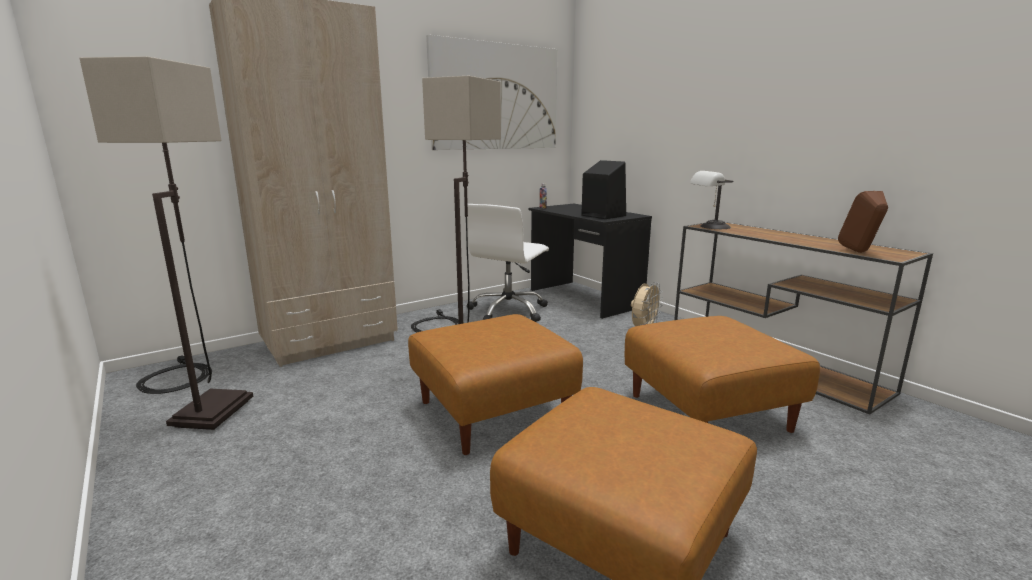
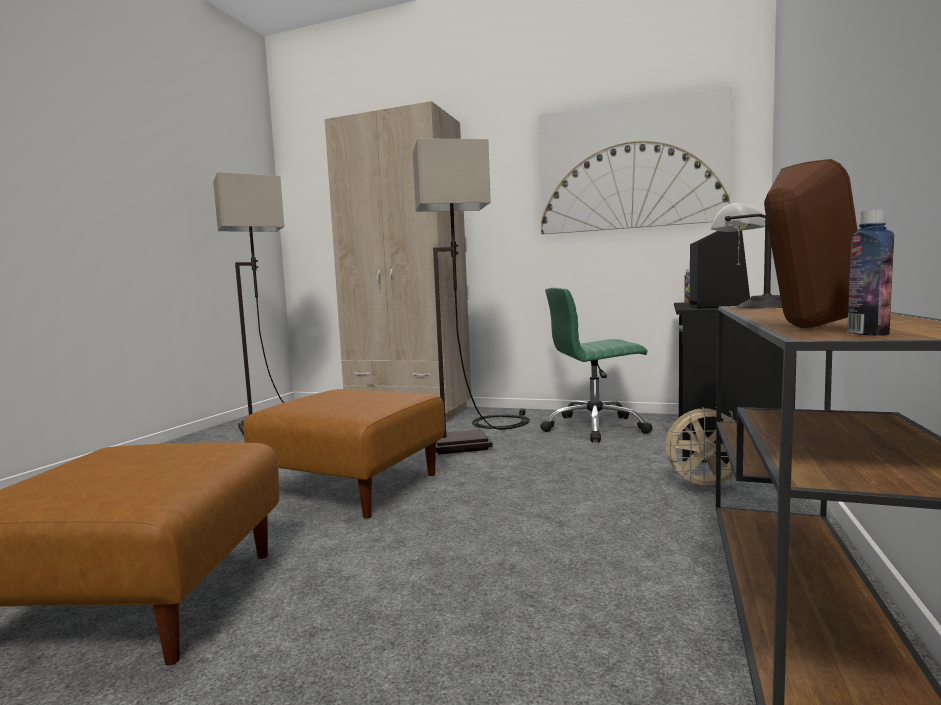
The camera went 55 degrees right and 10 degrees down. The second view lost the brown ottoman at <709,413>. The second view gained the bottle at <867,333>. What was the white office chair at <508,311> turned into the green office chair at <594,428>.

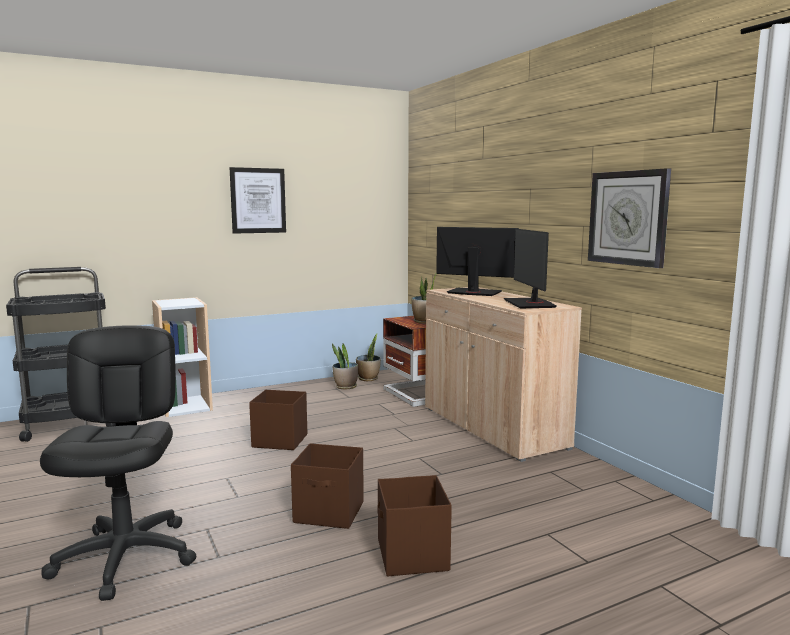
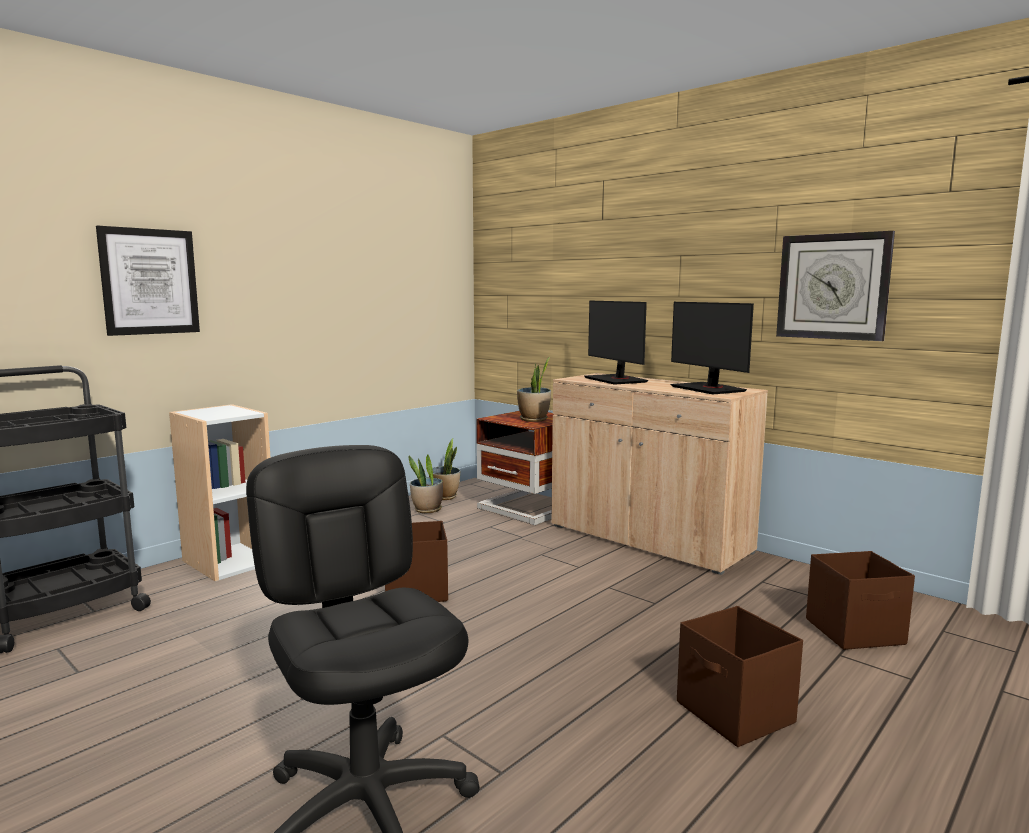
The camera went 20 degrees left and 0 degrees up. The picture ended up elsewhere, having gone from <258,200> to <149,281>. The brown storage box ended up elsewhere, having gone from <330,513> to <856,632>. The monitor at <474,292> ended up facing another way, 120 degrees counterclockwise from before.

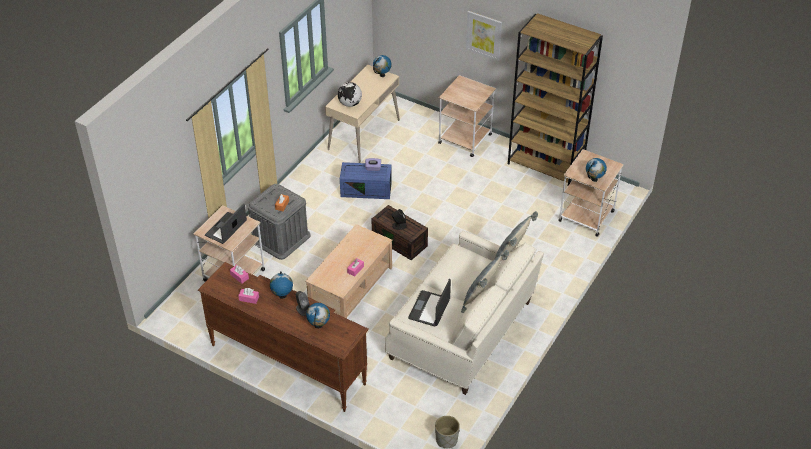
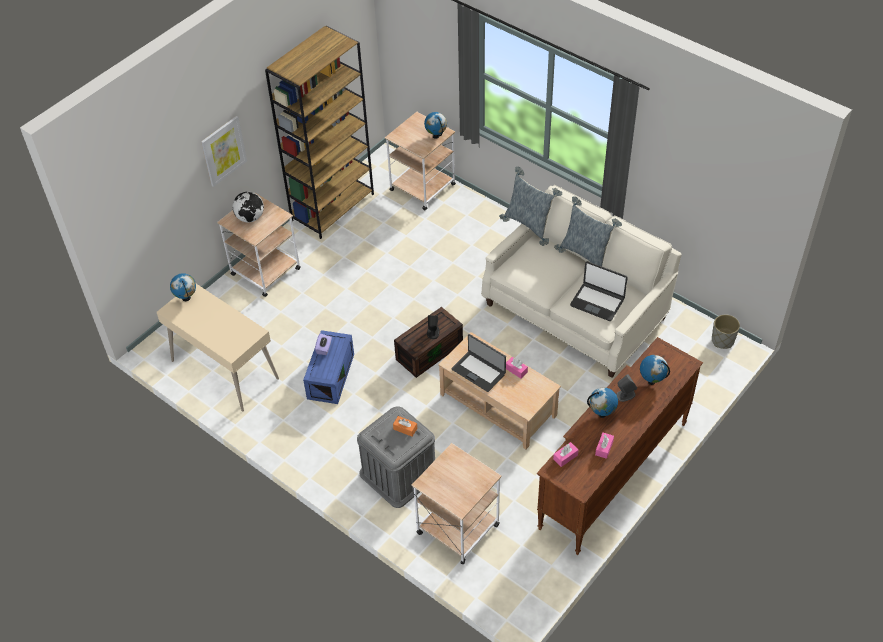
The camera went 80 degrees left and 5 degrees up. The laptop ended up elsewhere, having gone from <226,228> to <478,371>. The globe ended up elsewhere, having gone from <350,104> to <250,218>.

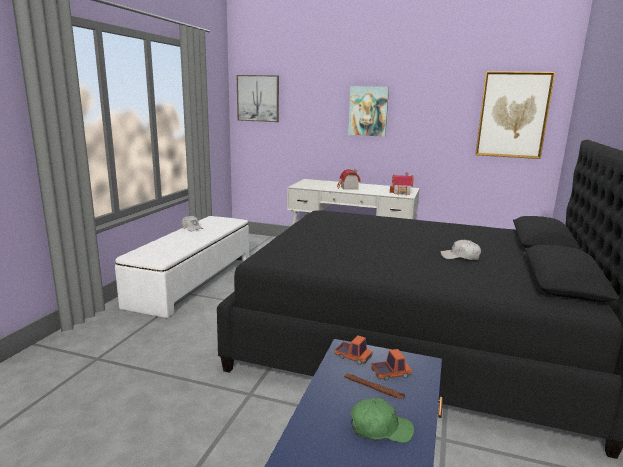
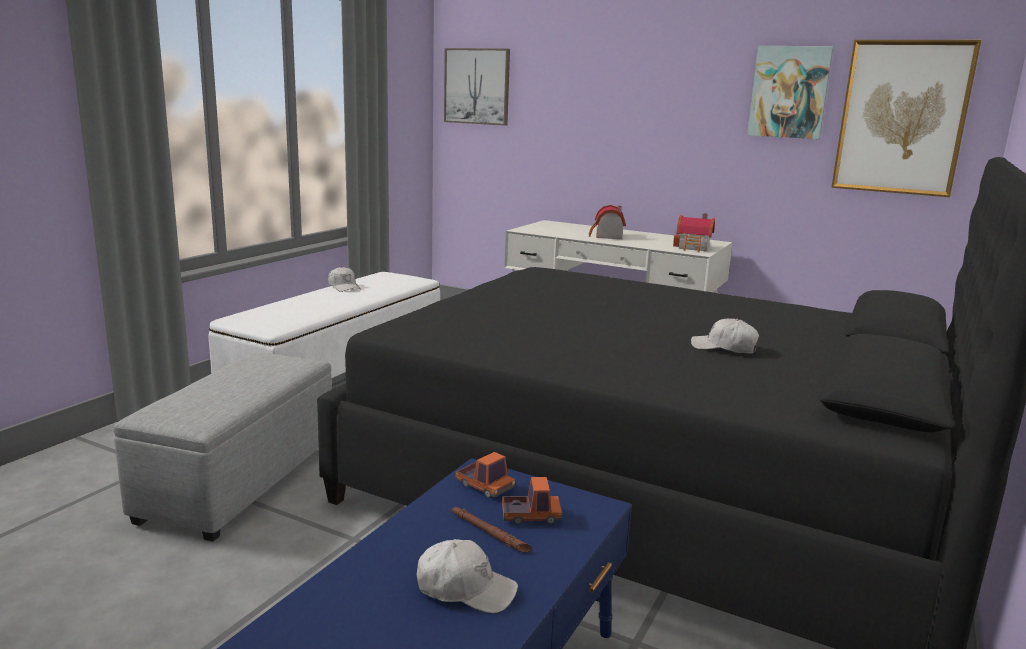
The camera went 10 degrees right and 0 degrees up. The second view gained the grey ottoman at <241,480>. The picture ended up elsewhere, having gone from <368,111> to <789,92>. What was the green cap at <380,428> turned into the white cap at <465,589>.

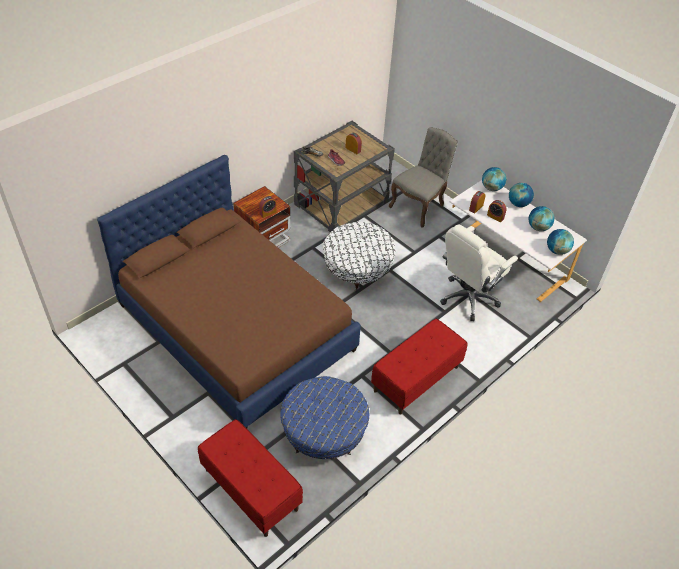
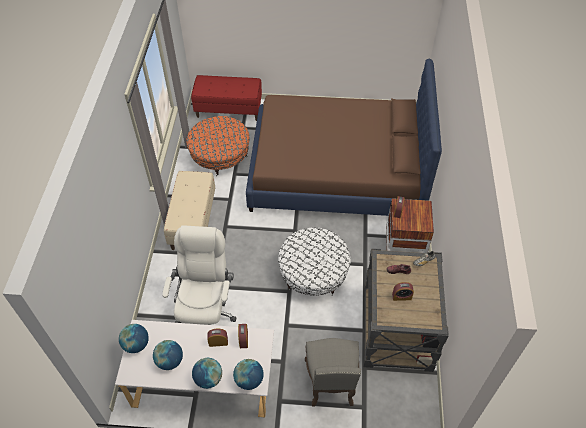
The camera went 140 degrees right and 5 degrees up. What was the blue ottoman at <324,431> turned into the orange ottoman at <220,156>. What was the red bench at <416,379> turned into the beige bench at <193,221>.

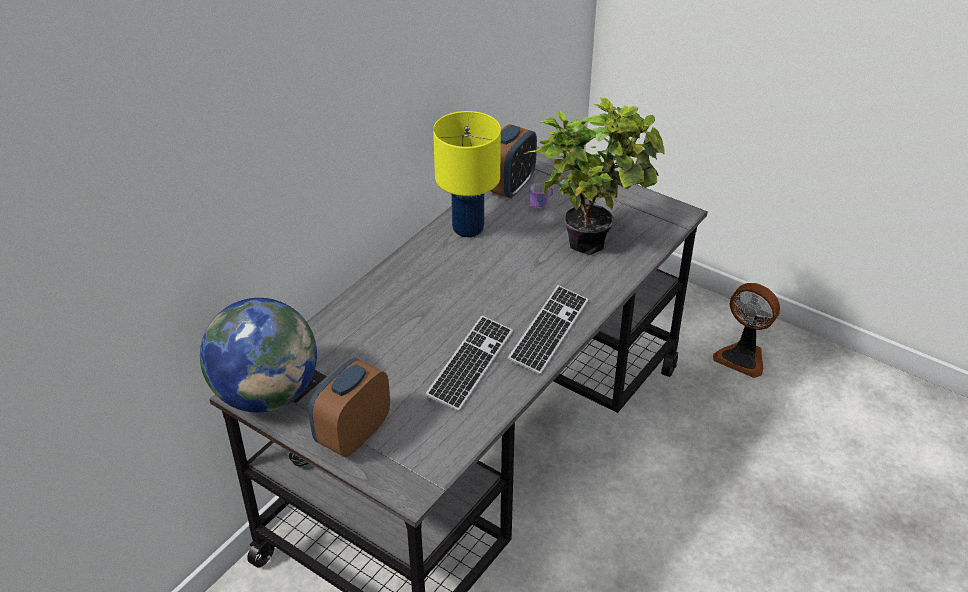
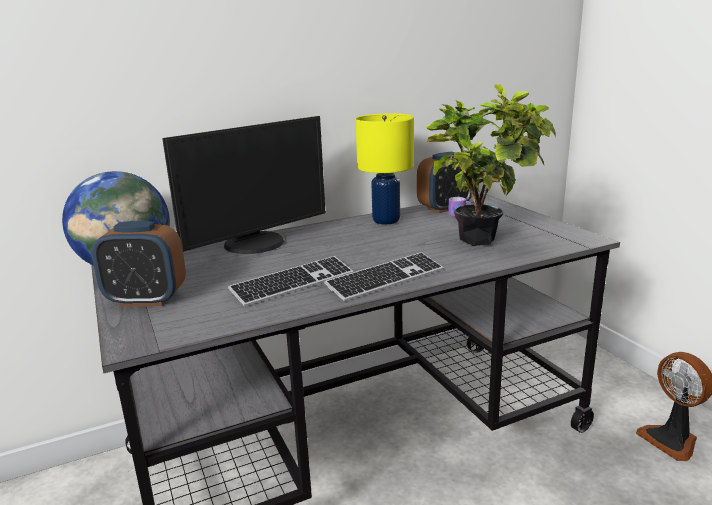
The camera went 30 degrees right and 20 degrees down. The second view gained the monitor at <256,244>. The alarm clock at <353,434> ended up facing another way, 150 degrees counterclockwise from before.

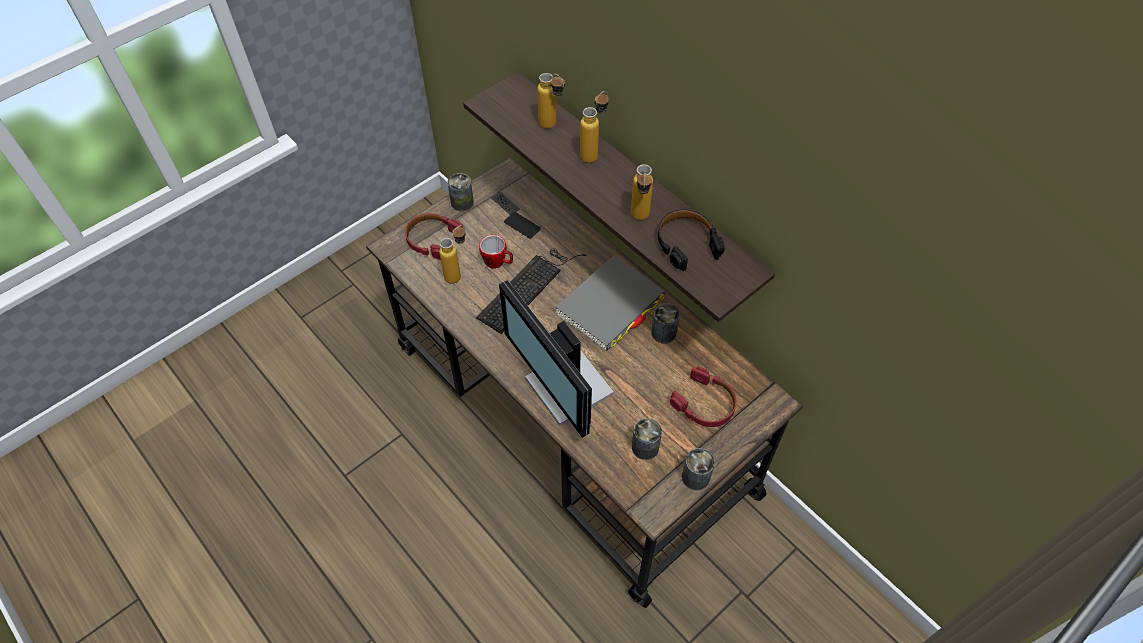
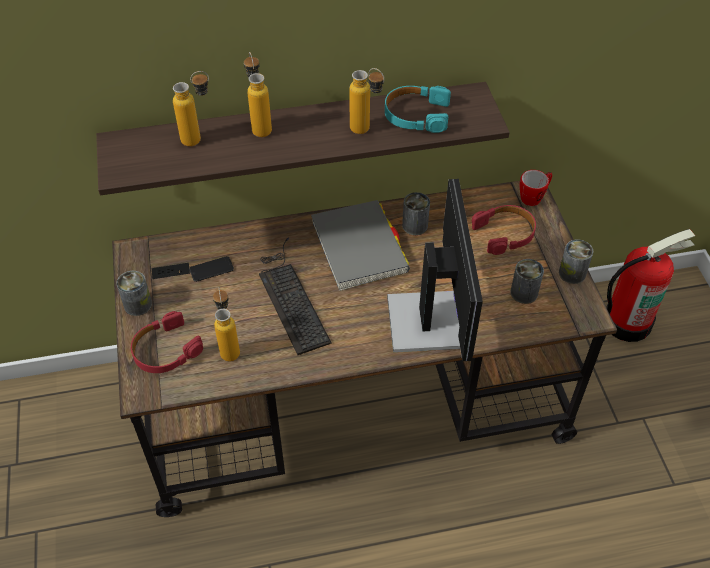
The camera went 60 degrees left and 5 degrees down. The second view gained the fire extinguisher at <627,321>. The mug ended up elsewhere, having gone from <498,263> to <534,197>. What was the black headphones at <686,243> turned into the turquoise headphones at <416,115>. The monitor at <566,389> ended up facing another way, 90 degrees counterclockwise from before.

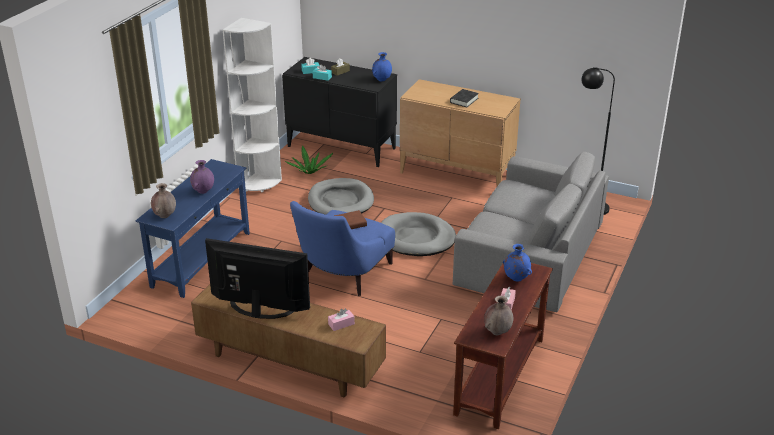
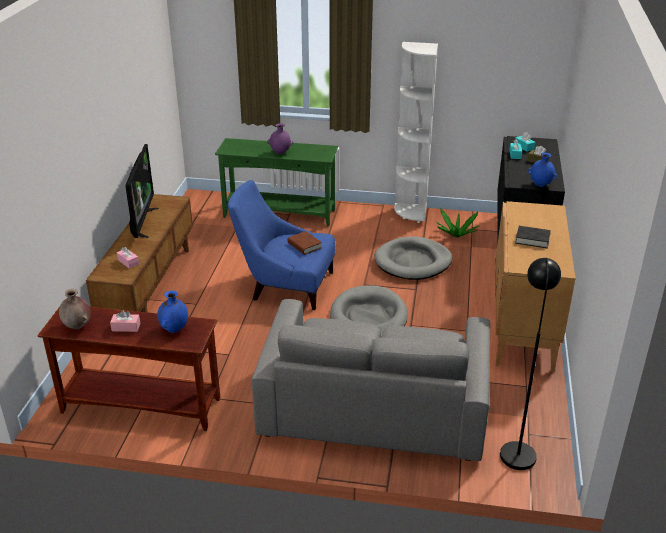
The camera went 75 degrees right and 0 degrees up. The second view lost the brown vase at <165,215>. What was the blue console table at <201,259> turned into the green console table at <280,213>.

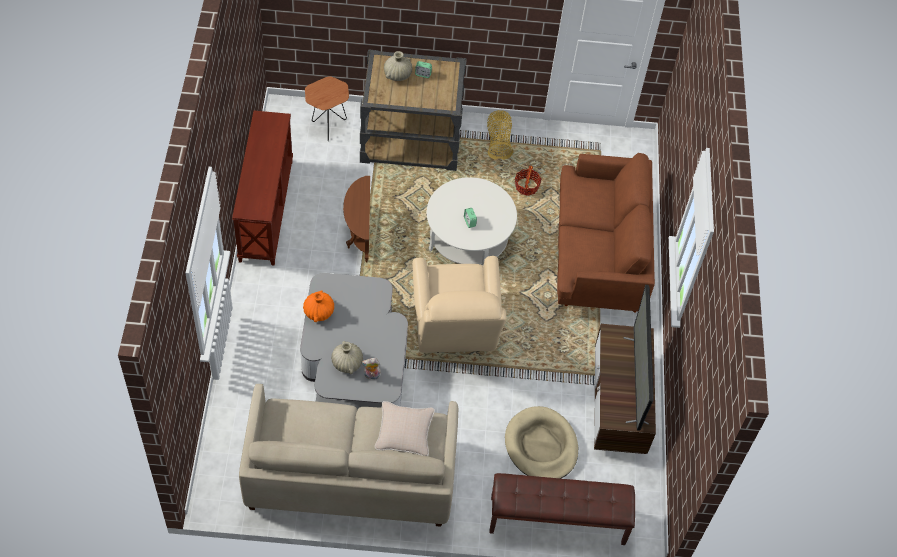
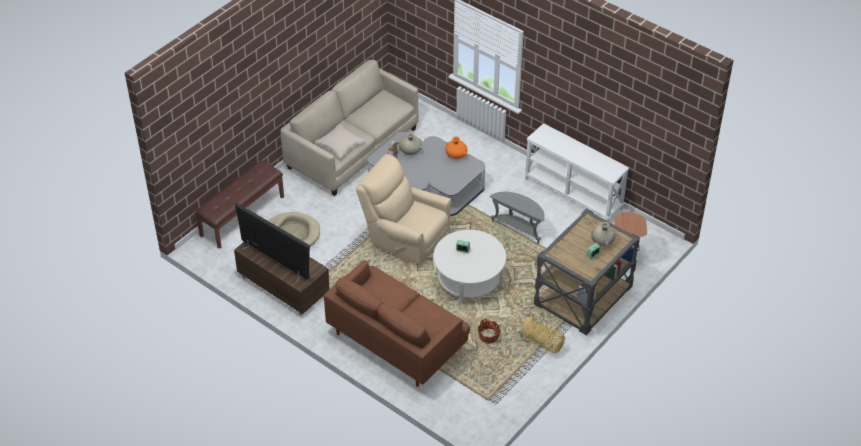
The camera went 130 degrees right and 10 degrees down. What was the brown console table at <265,210> turned into the white console table at <574,193>. What was the brown side table at <358,233> turned into the grey side table at <518,228>.

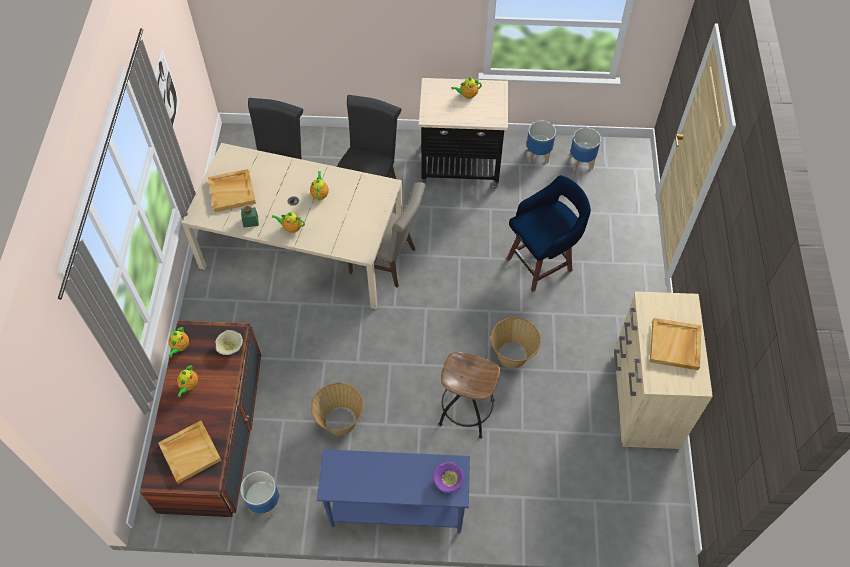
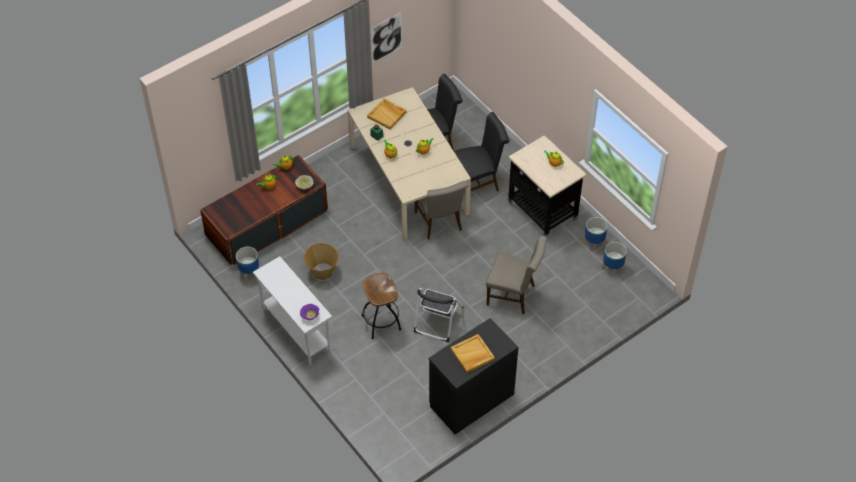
The camera went 50 degrees right and 5 degrees down. The second view lost the beige tray at <190,452>. Where the basket stood at <512,355>, the step ladder came to stand at <437,320>. Where the blue stool stood at <542,263>, the beige chair came to stand at <514,295>. What was the blue console table at <396,512> turned into the white console table at <295,330>. What was the beige dresser at <644,399> turned into the black dresser at <470,399>.

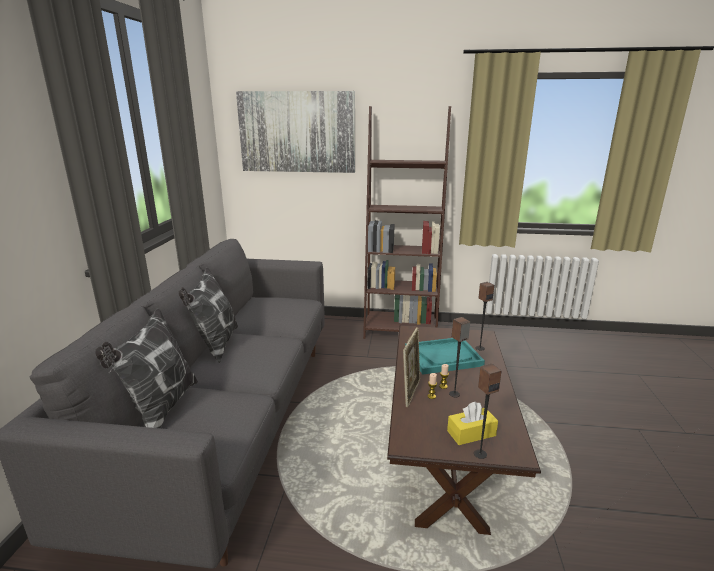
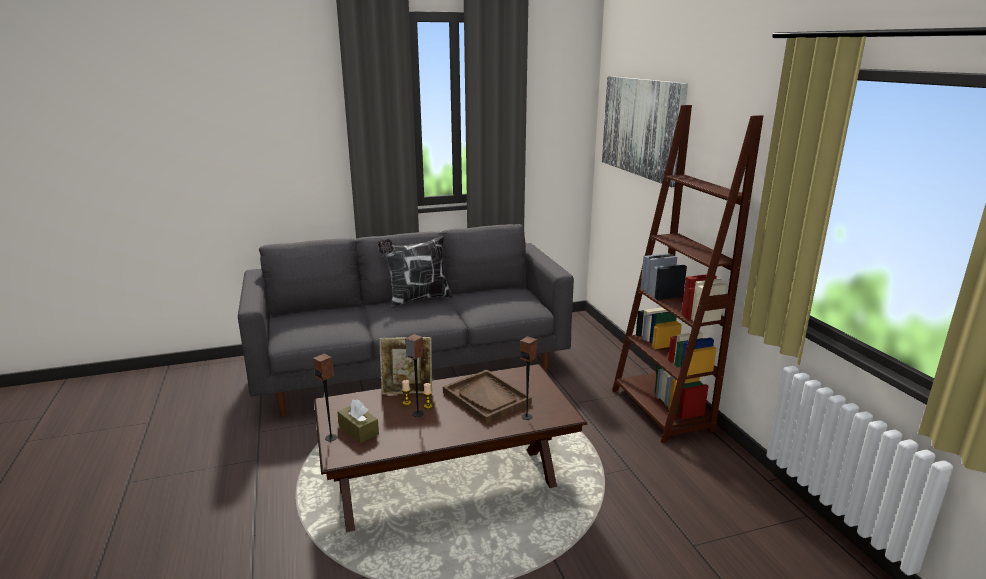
The camera went 65 degrees right and 0 degrees up. The second view lost the pillow at <161,409>. What was the turquoise tray at <443,357> turned into the brown tray at <486,398>. What was the yellow tissue box at <471,433> turned into the brown tissue box at <358,430>.

